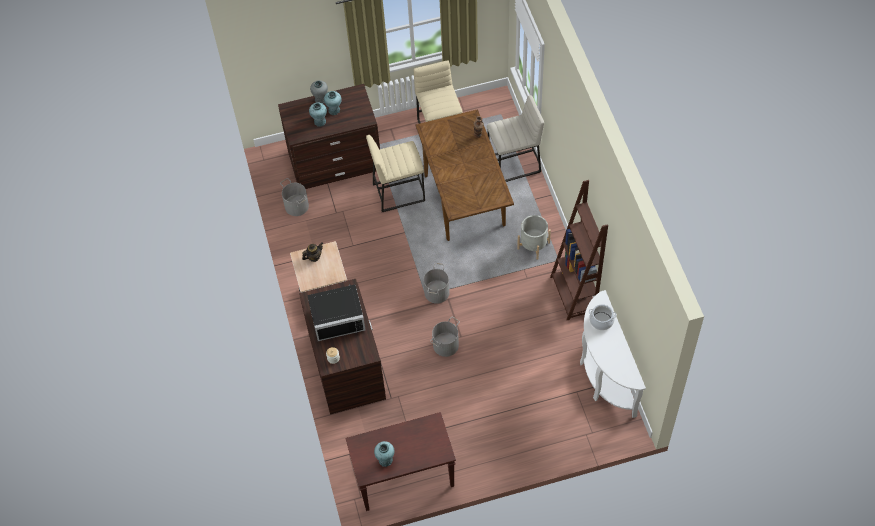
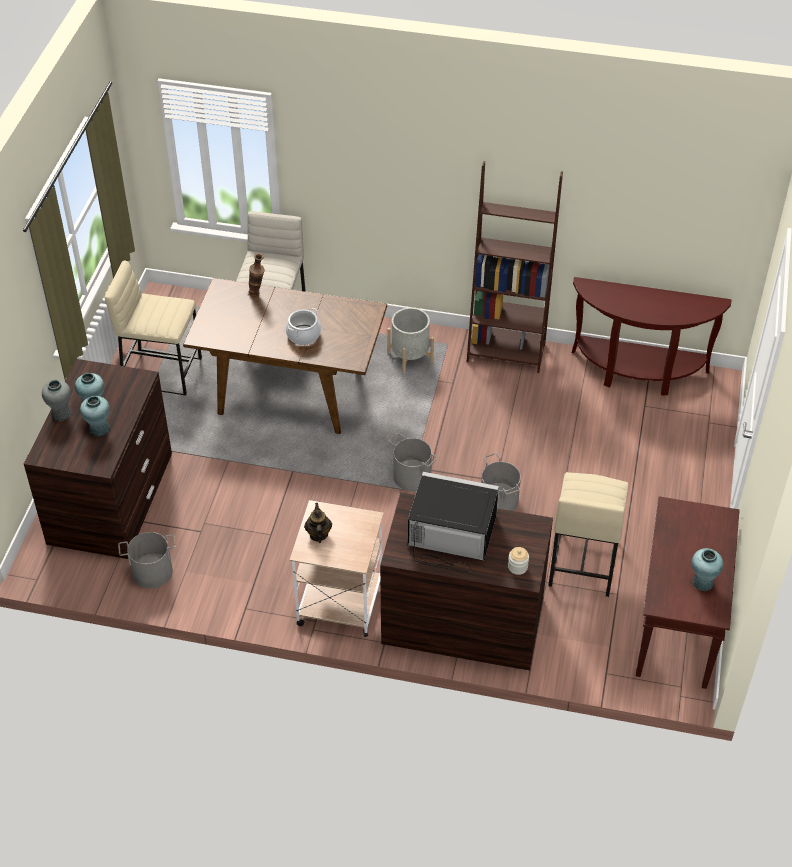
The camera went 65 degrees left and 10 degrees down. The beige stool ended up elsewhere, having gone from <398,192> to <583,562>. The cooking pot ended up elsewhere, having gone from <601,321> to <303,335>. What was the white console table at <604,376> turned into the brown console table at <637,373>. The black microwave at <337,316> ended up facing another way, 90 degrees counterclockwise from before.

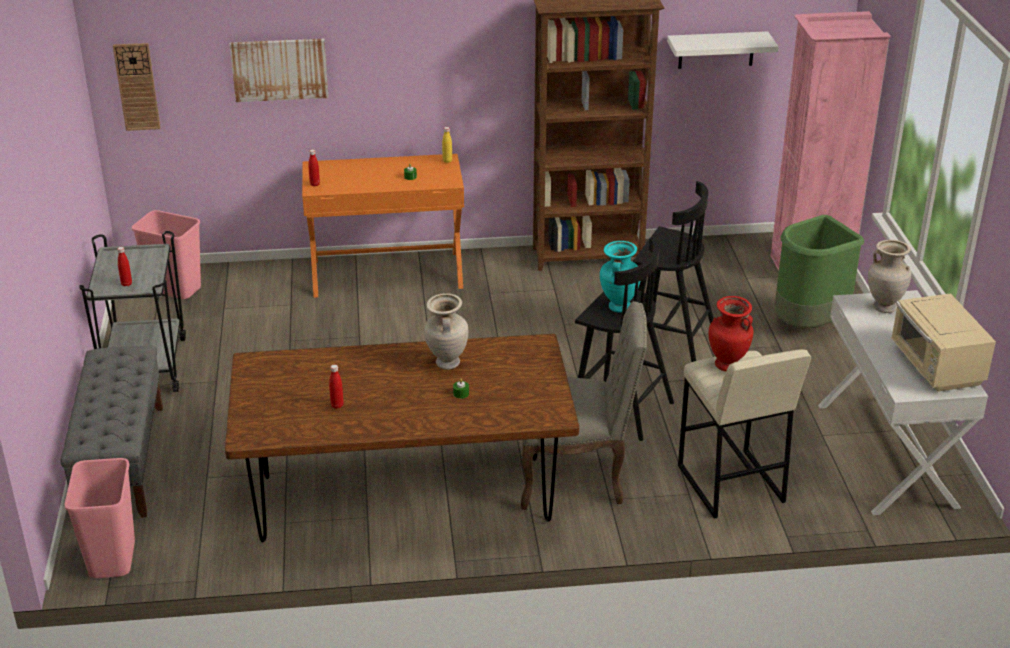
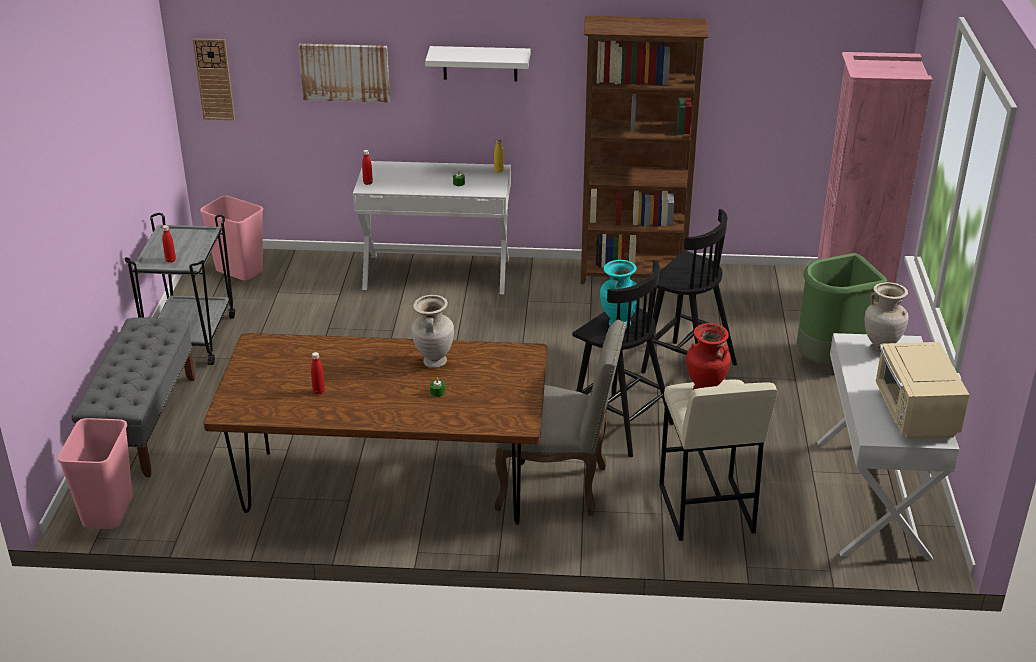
The camera went 10 degrees right and 0 degrees up. The white shelf ended up elsewhere, having gone from <716,50> to <480,63>. What was the orange console table at <387,273> turned into the white console table at <437,273>.

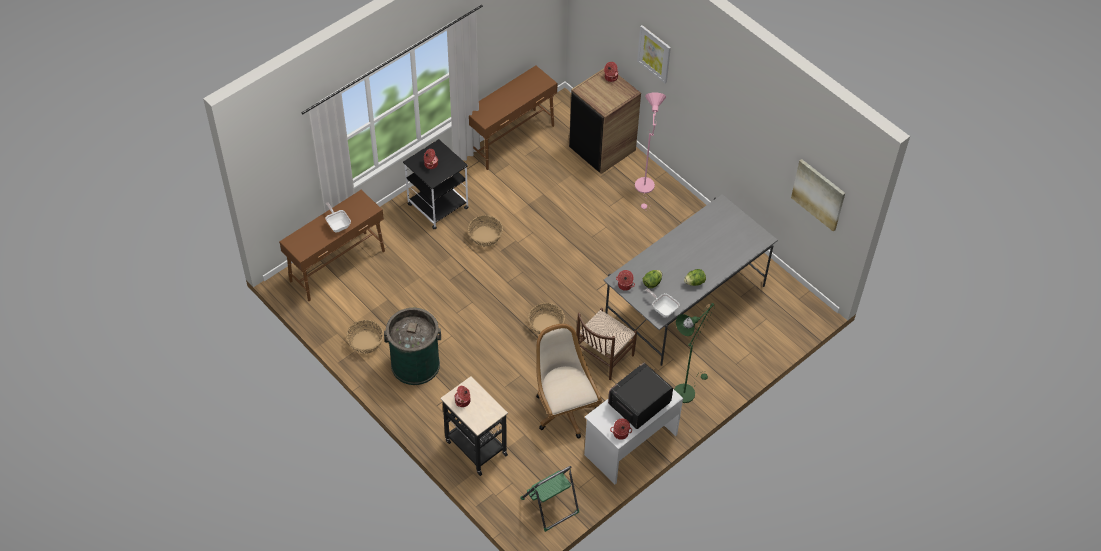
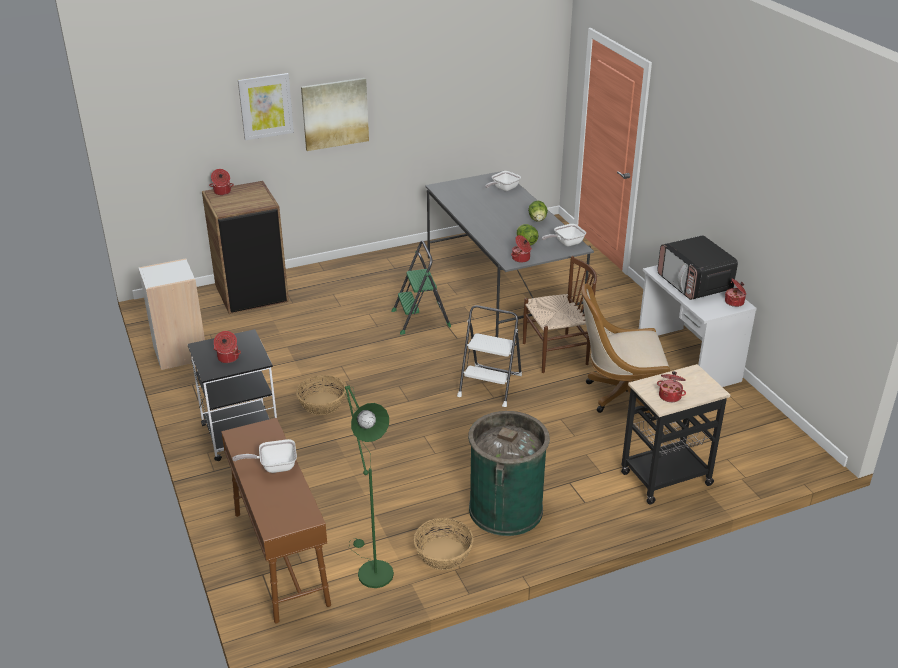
The camera went 70 degrees left and 20 degrees down. The second view lost the pink floor lamp at <645,188>. The second view gained the frying pan at <503,189>. The green step ladder ended up elsewhere, having gone from <551,506> to <423,318>. The green floor lamp ended up elsewhere, having gone from <686,390> to <371,570>. The picture ended up elsewhere, having gone from <818,194> to <335,113>. Where the brown console table stood at <511,139>, the bookcase came to stand at <180,352>. Where the basket stood at <546,325>, the white step ladder came to stand at <491,384>. The brown chair at <603,357> ended up facing another way, 75 degrees counterclockwise from before.

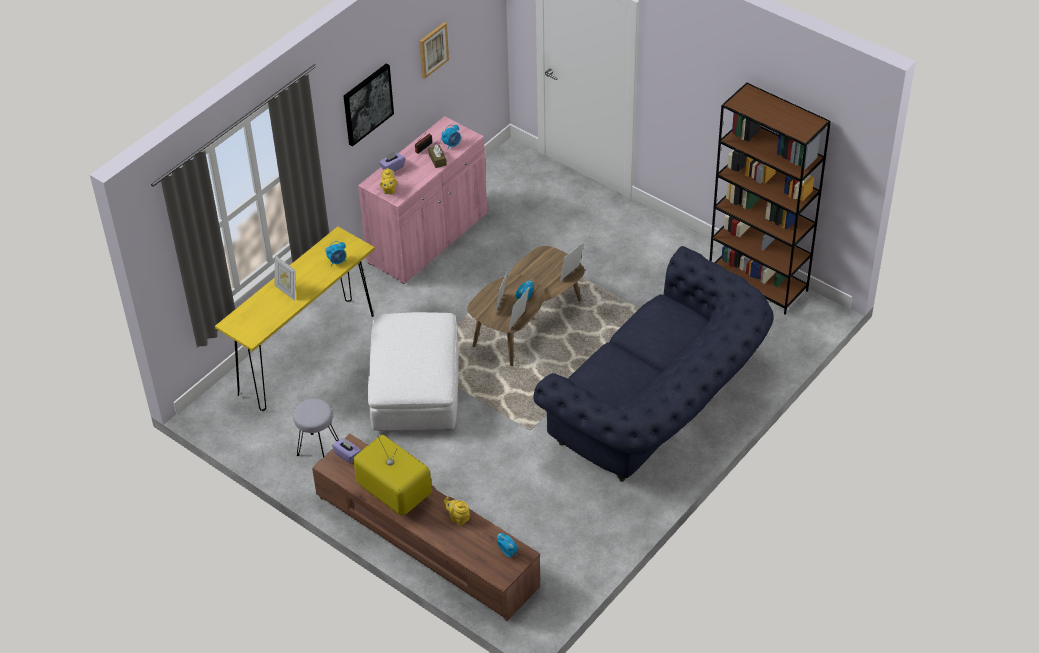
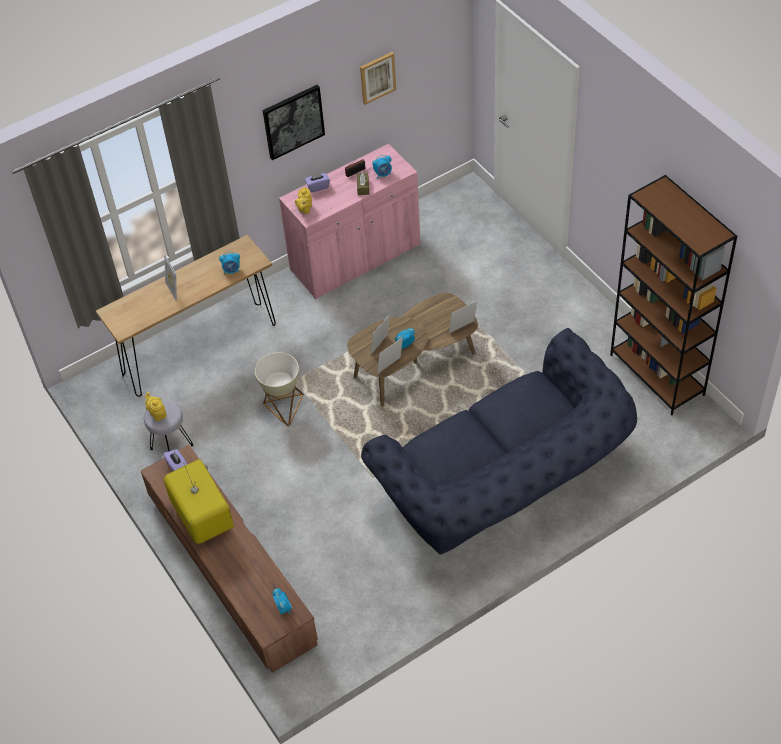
The camera went 20 degrees right and 5 degrees up. The yellow teapot ended up elsewhere, having gone from <458,518> to <157,413>. Where the white ottoman stood at <415,388>, the planter came to stand at <283,407>. What was the yellow console table at <306,354> turned into the brown console table at <199,349>.

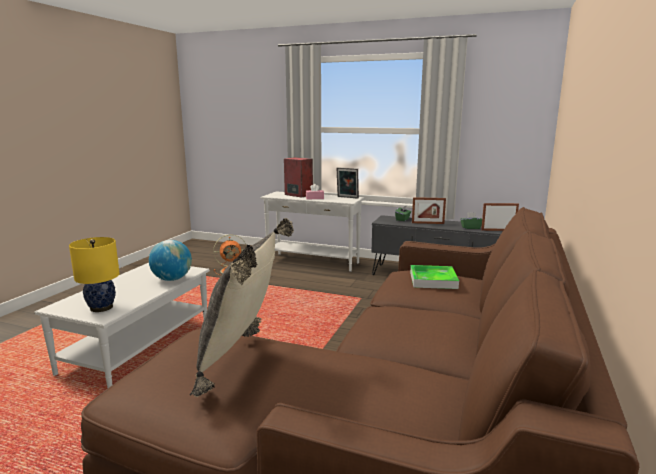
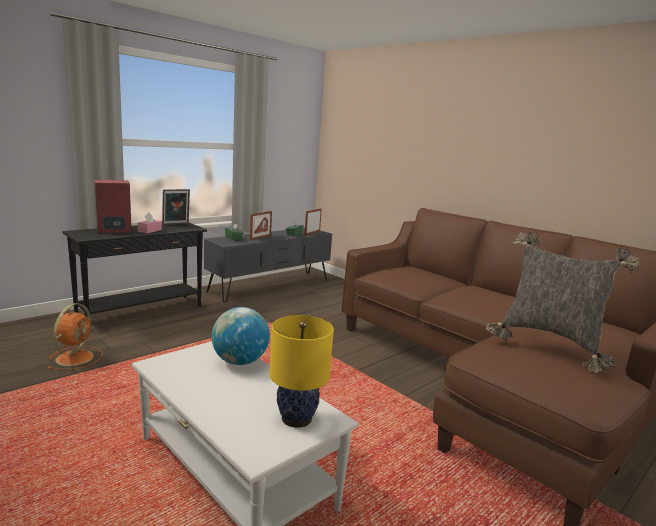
The camera went 65 degrees left and 0 degrees up. The second view lost the tray at <433,280>. What was the white console table at <313,262> turned into the black console table at <141,312>.

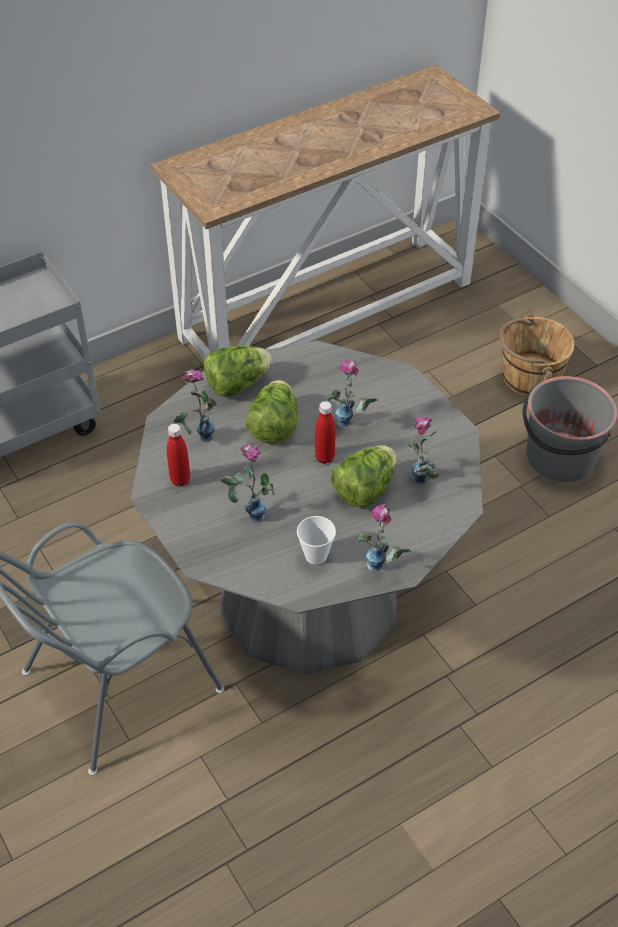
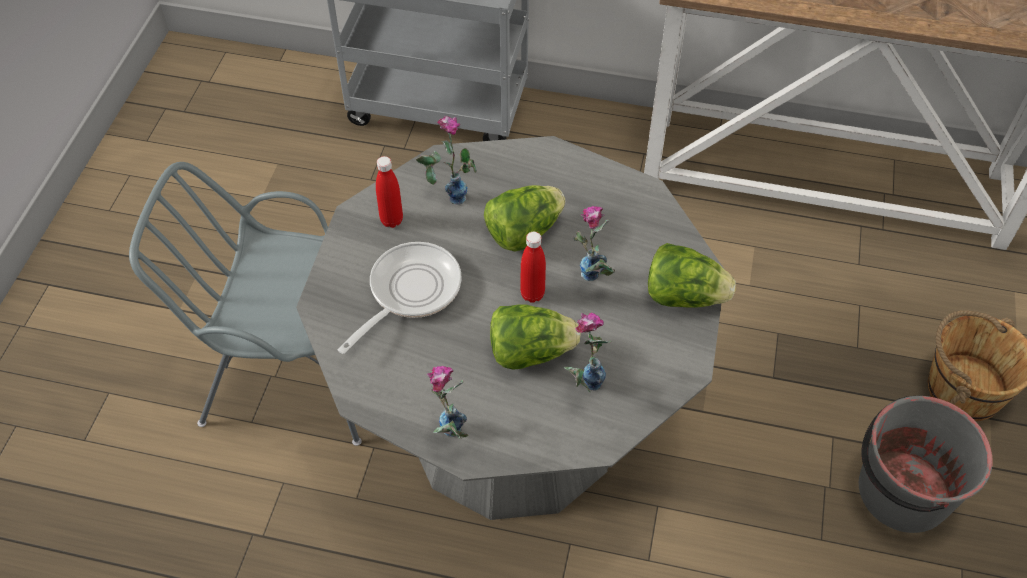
The camera went 45 degrees right and 5 degrees up. The second view lost the cup at <316,555>. The lettuce ended up elsewhere, having gone from <237,384> to <684,296>. Where the vase stood at <248,512>, the frying pan came to stand at <409,292>.

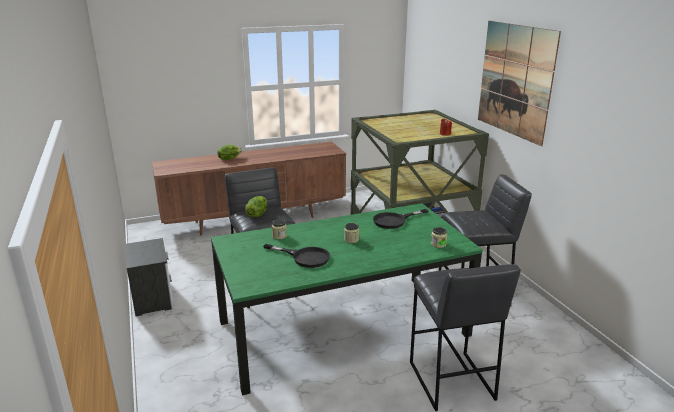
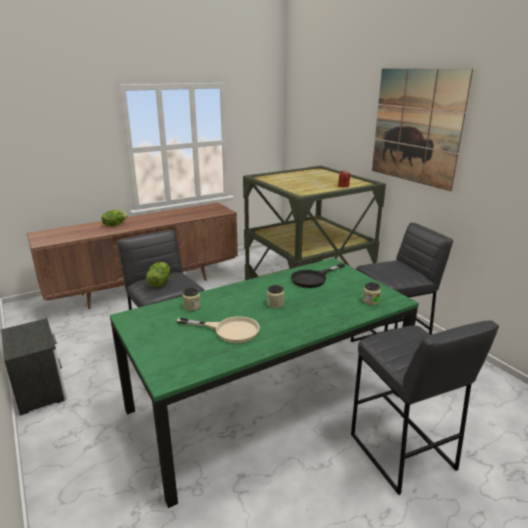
The camera went 10 degrees left and 0 degrees up. What was the black frying pan at <304,257> turned into the beige frying pan at <229,330>.

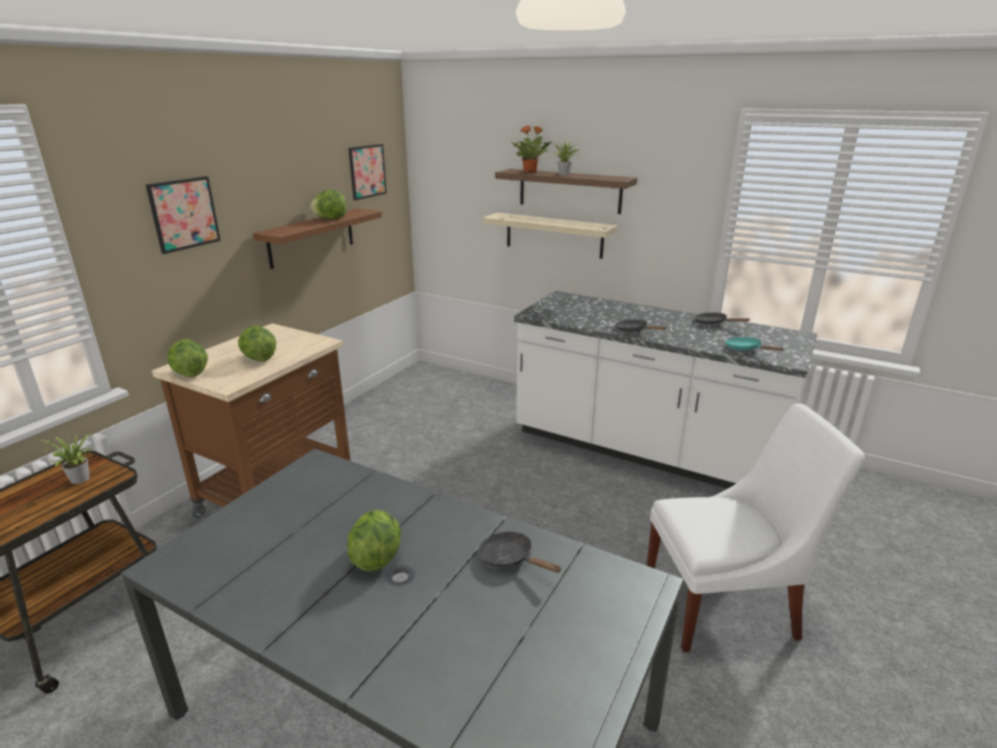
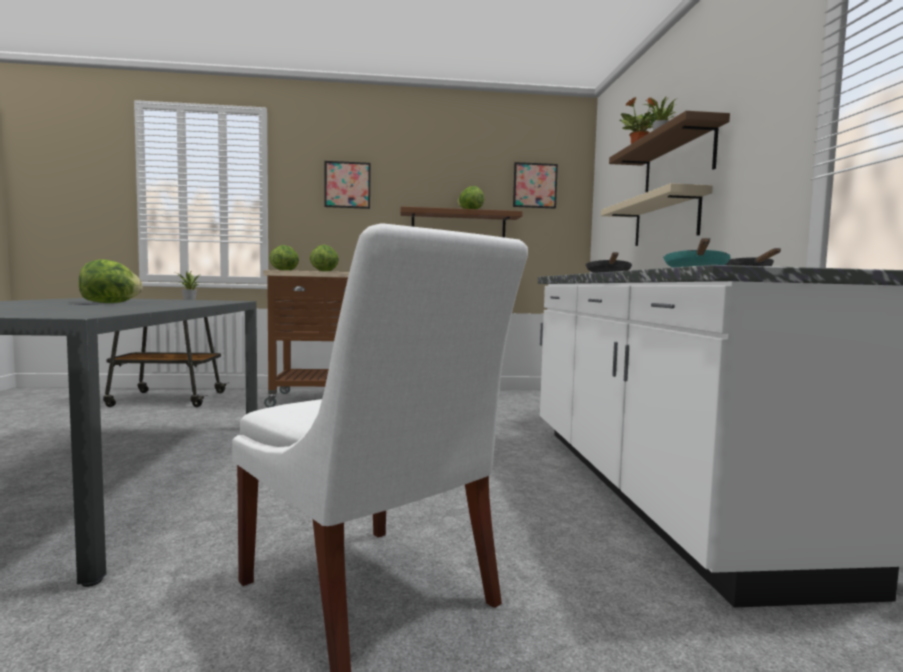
The camera went 55 degrees right and 20 degrees down. The second view lost the black frying pan at <510,559>.

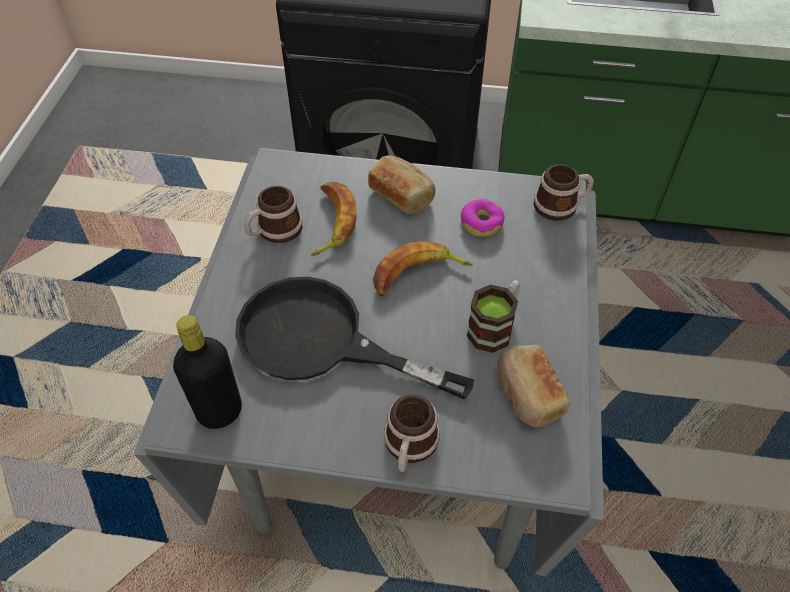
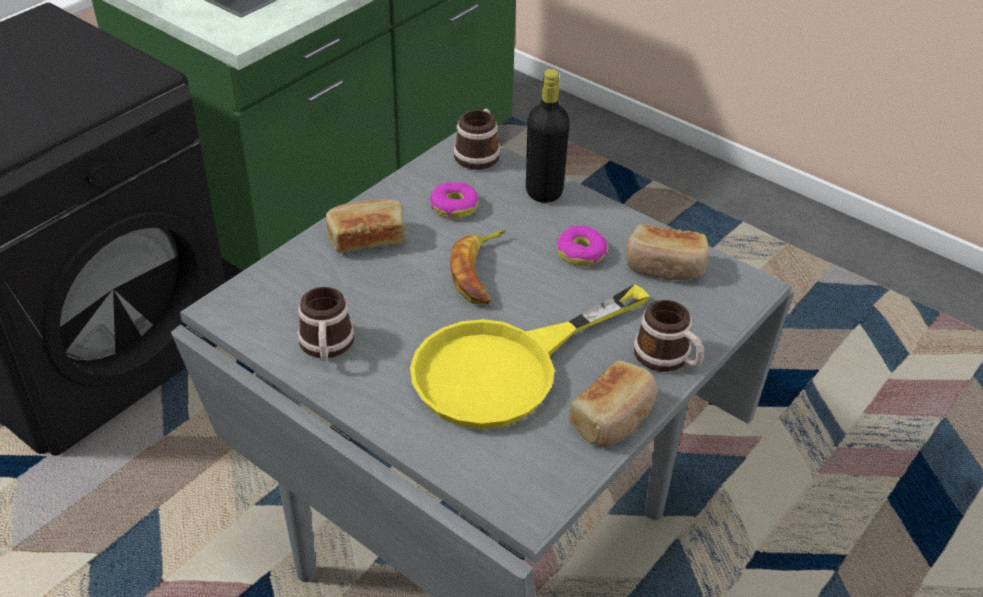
The camera went 60 degrees left and 10 degrees down. The second view lost the banana at <331,222>. The second view gained the bread at <613,418>. The black bottle ended up elsewhere, having gone from <220,411> to <544,192>. Where the mug stood at <495,327>, the donut came to stand at <581,253>. What was the black frying pan at <321,341> turned into the yellow frying pan at <506,368>.

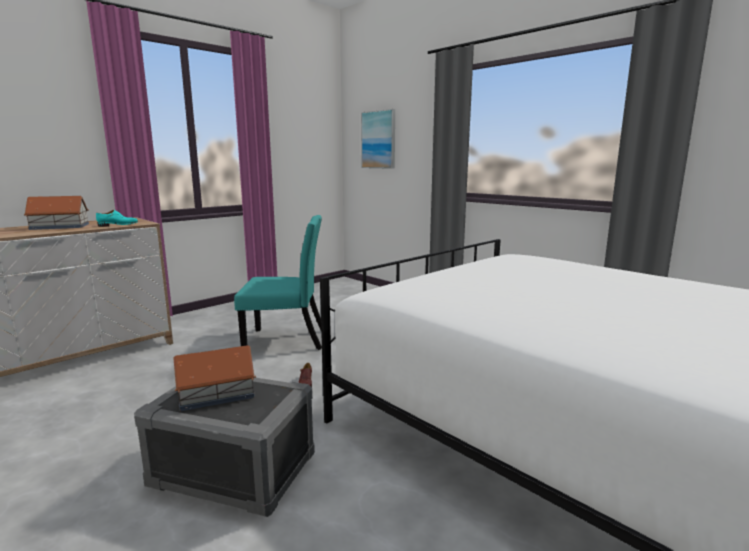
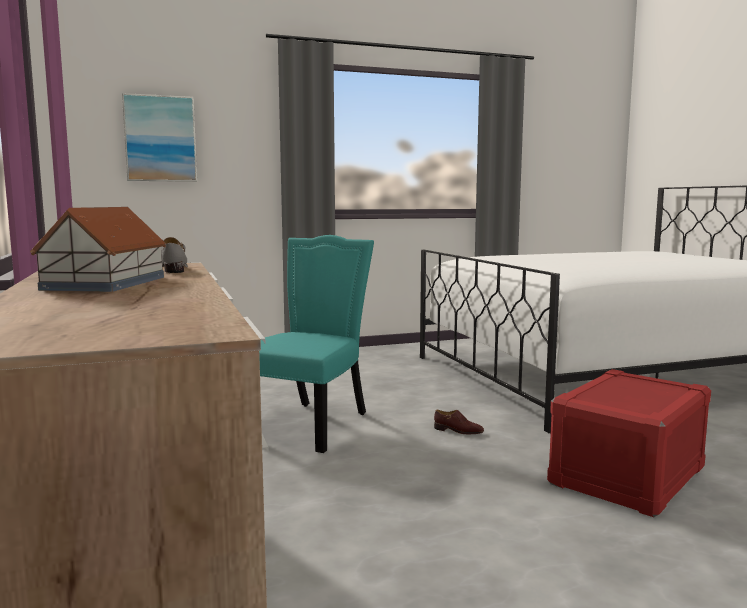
The camera went 65 degrees left and 5 degrees down. The second view lost the toy house at <216,393>. What was the turquoise shoe at <118,225> turned into the grey shoe at <174,269>. What was the grey storage box at <232,470> turned into the red storage box at <628,476>.

